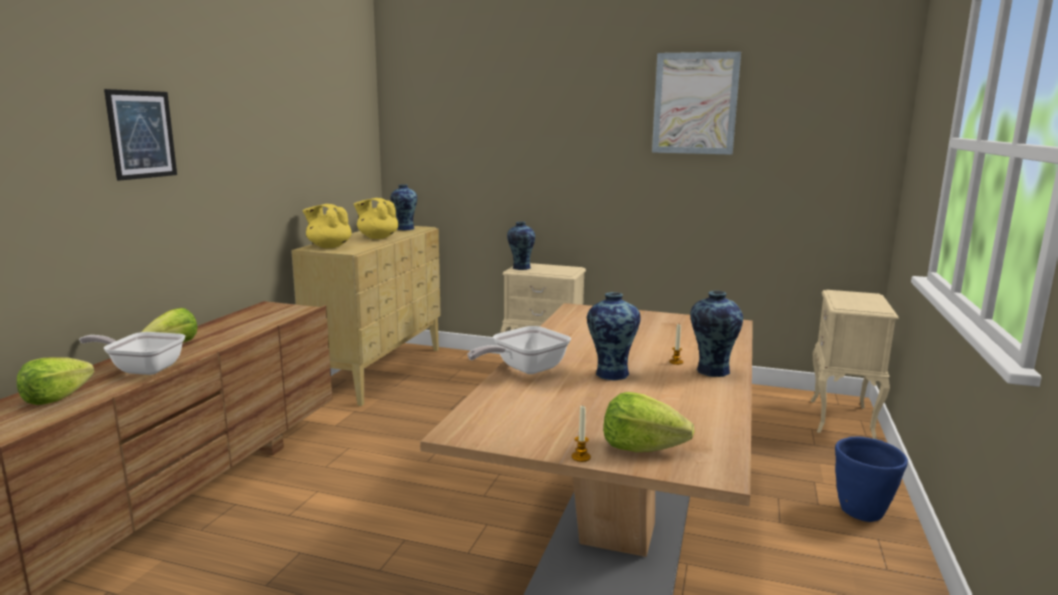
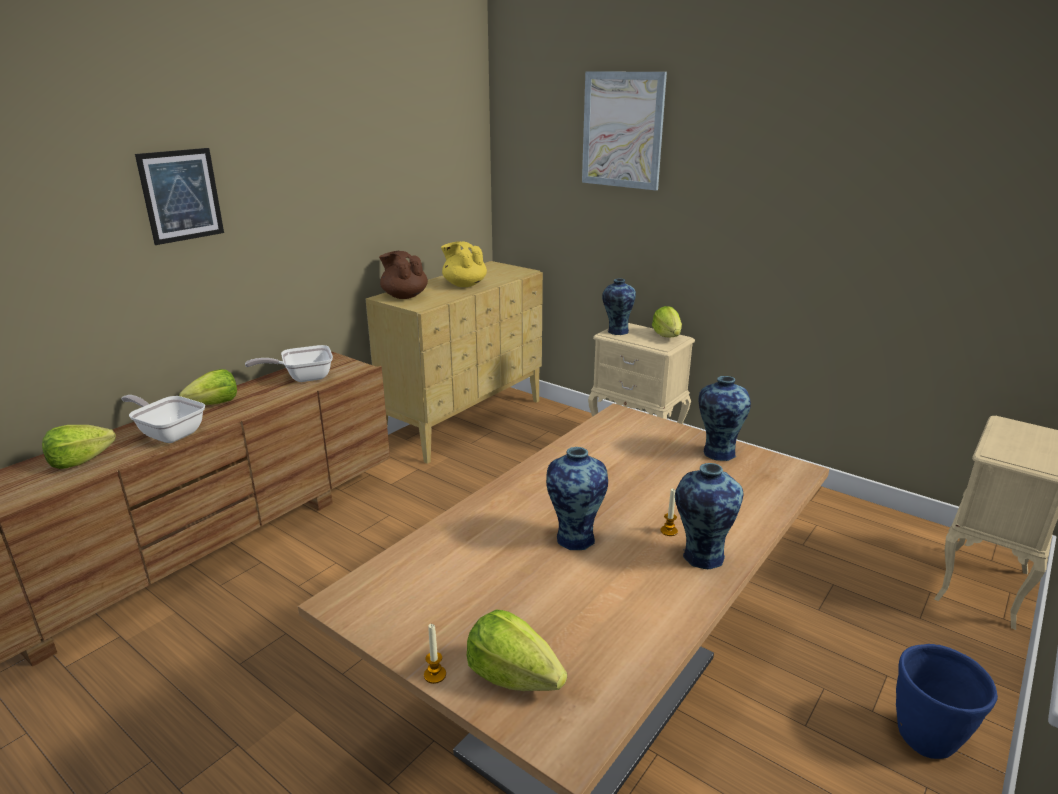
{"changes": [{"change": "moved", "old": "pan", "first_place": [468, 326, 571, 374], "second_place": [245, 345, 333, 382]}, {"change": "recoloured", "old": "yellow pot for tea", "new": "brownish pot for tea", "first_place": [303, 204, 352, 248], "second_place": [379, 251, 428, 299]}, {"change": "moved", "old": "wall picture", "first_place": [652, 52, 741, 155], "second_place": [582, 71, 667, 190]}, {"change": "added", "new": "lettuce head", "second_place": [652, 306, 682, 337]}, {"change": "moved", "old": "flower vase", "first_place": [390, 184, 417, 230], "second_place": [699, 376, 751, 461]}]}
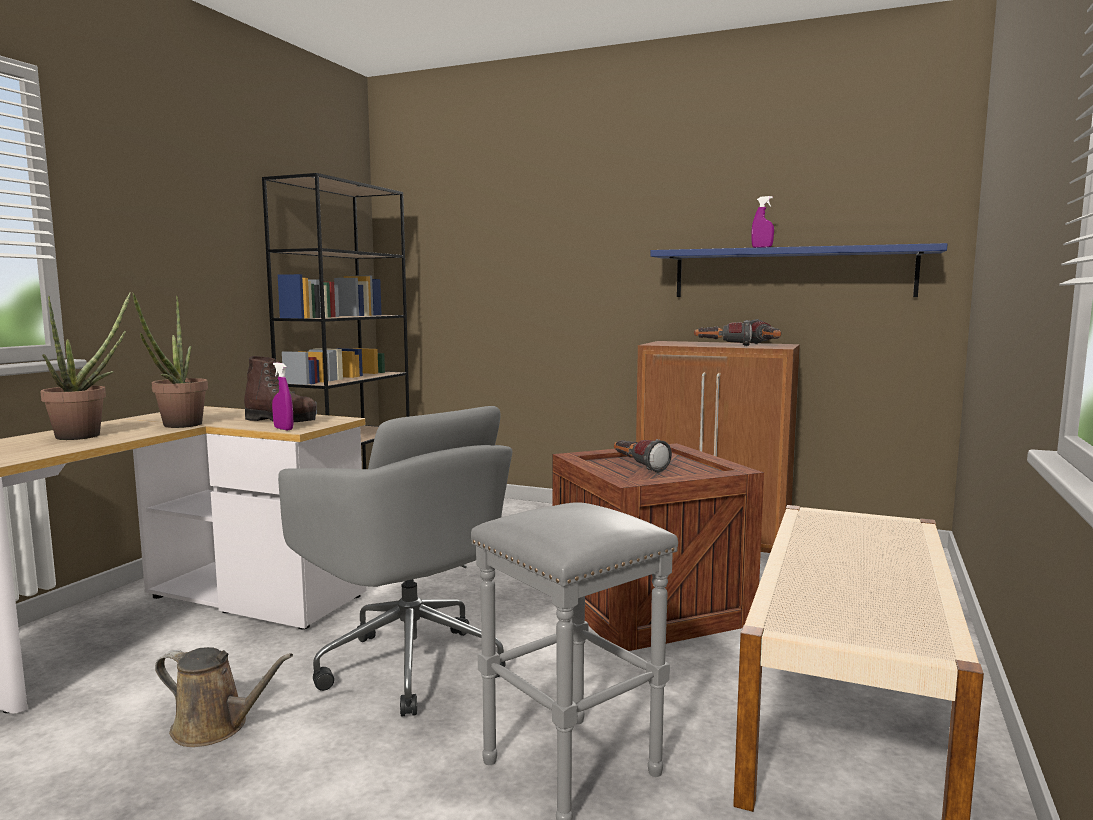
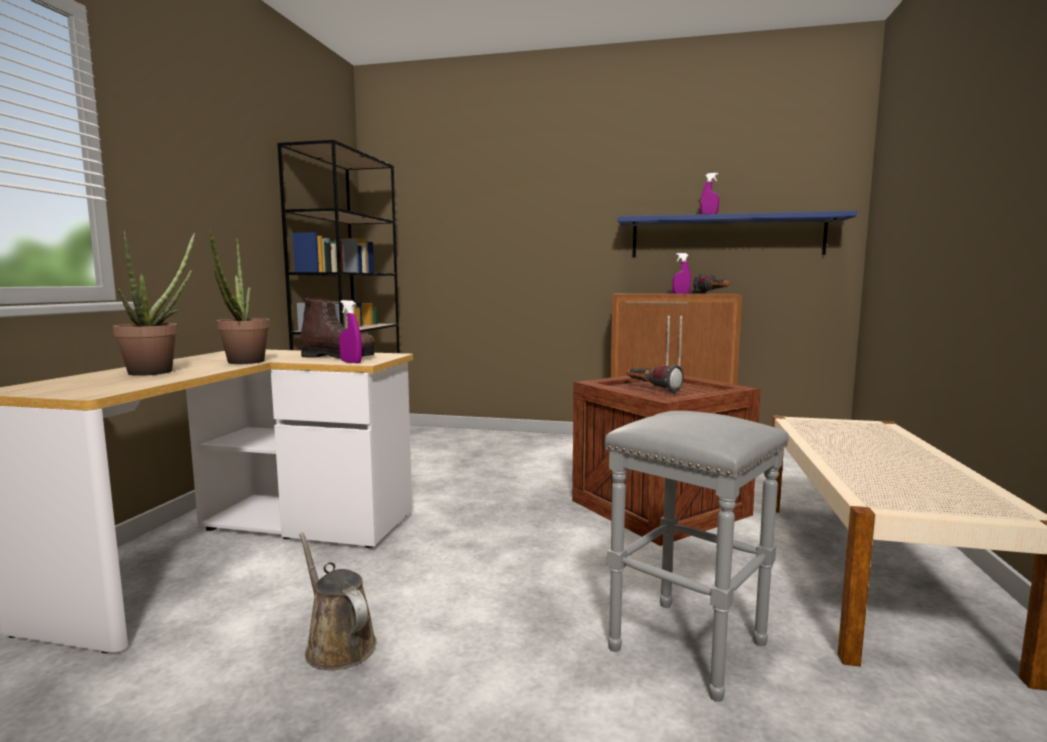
{"changes": [{"change": "turned", "old": "brownish sprinkling can", "first_place": [155, 647, 293, 747], "second_place": [299, 532, 376, 670], "degrees": -135}, {"change": "replaced", "old": "hand torch", "new": "purple-coloured sprayer", "first_place": [694, 320, 752, 346], "second_place": [673, 253, 691, 294]}, {"change": "removed", "old": "gray desk chair", "first_place": [278, 406, 512, 716]}]}
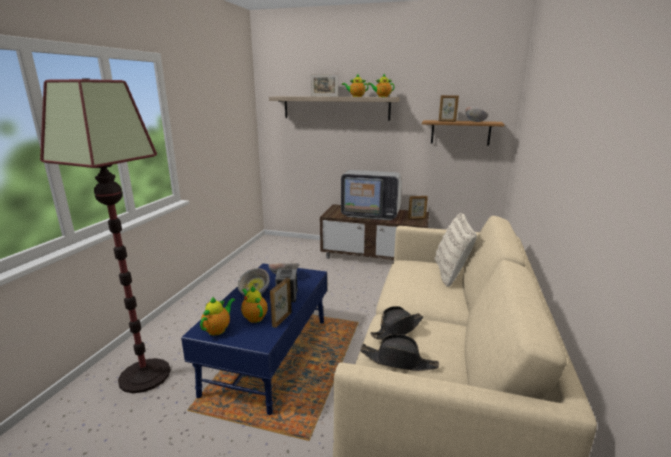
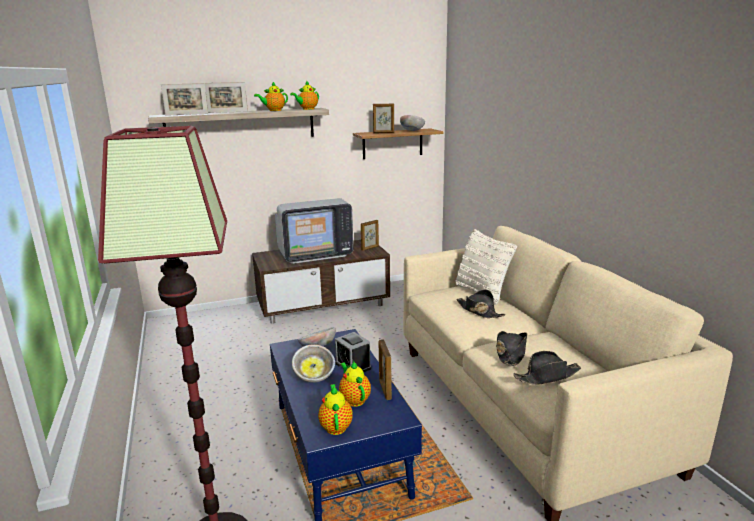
{"changes": [{"change": "added", "new": "picture frame", "second_place": [161, 83, 208, 116]}, {"change": "turned", "old": "pot for tea", "first_place": [241, 285, 267, 323], "second_place": [339, 361, 371, 407], "degrees": 45}, {"change": "added", "new": "black hat", "second_place": [457, 289, 506, 318]}]}
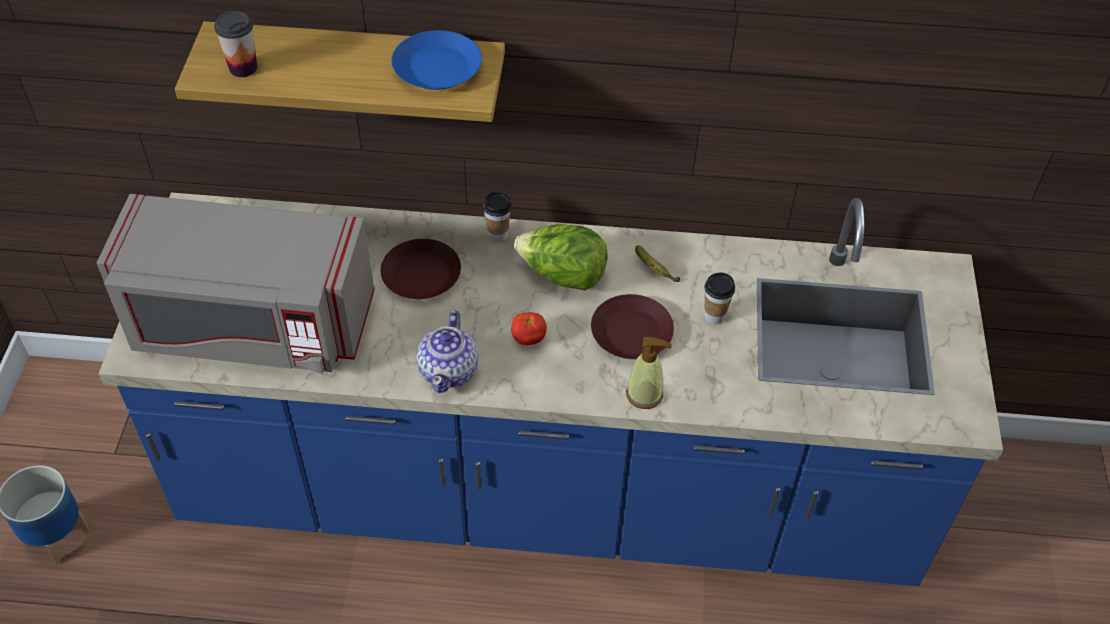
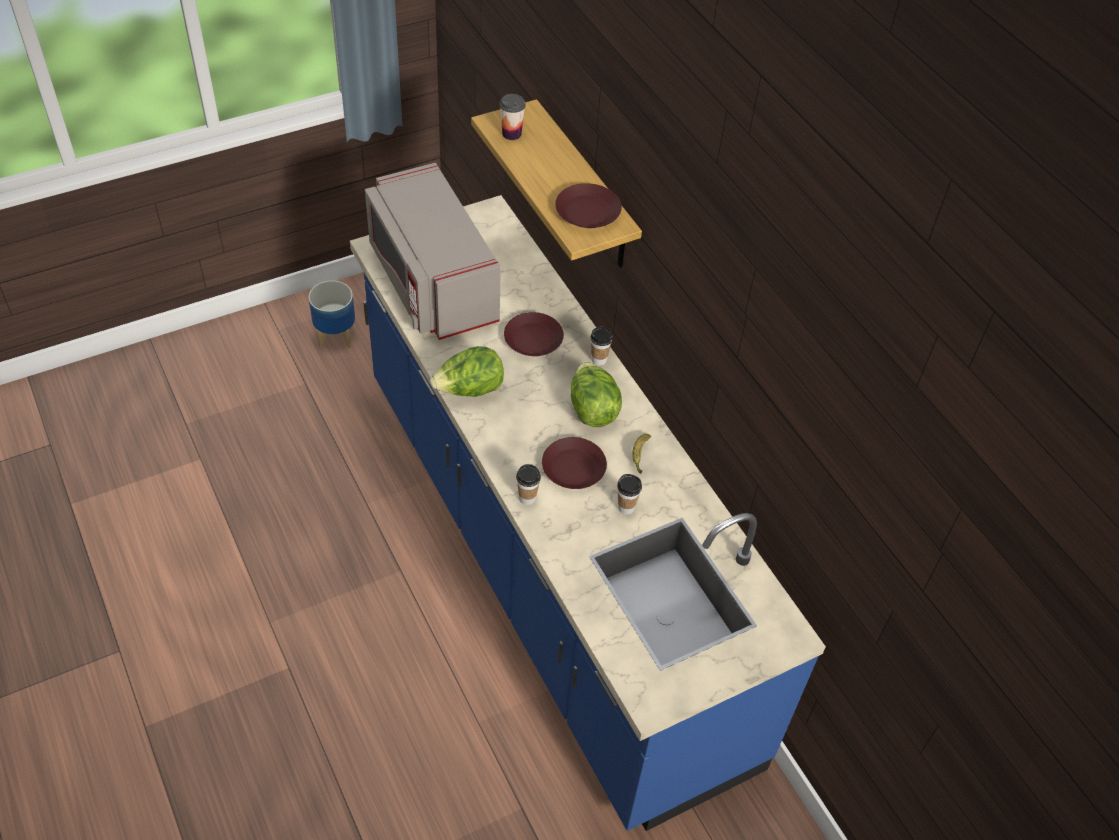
{"changes": [{"change": "replaced", "old": "pot for tea", "new": "lettuce head", "first_place": [417, 310, 478, 393], "second_place": [430, 346, 504, 397]}, {"change": "replaced", "old": "liquid soap bottle", "new": "small cup", "first_place": [626, 337, 672, 409], "second_place": [516, 464, 541, 505]}, {"change": "recoloured", "old": "bluish flat dish", "new": "brownish flat dish", "first_place": [391, 30, 482, 90], "second_place": [555, 183, 622, 228]}, {"change": "removed", "old": "fresh tomato", "first_place": [511, 312, 547, 346]}]}
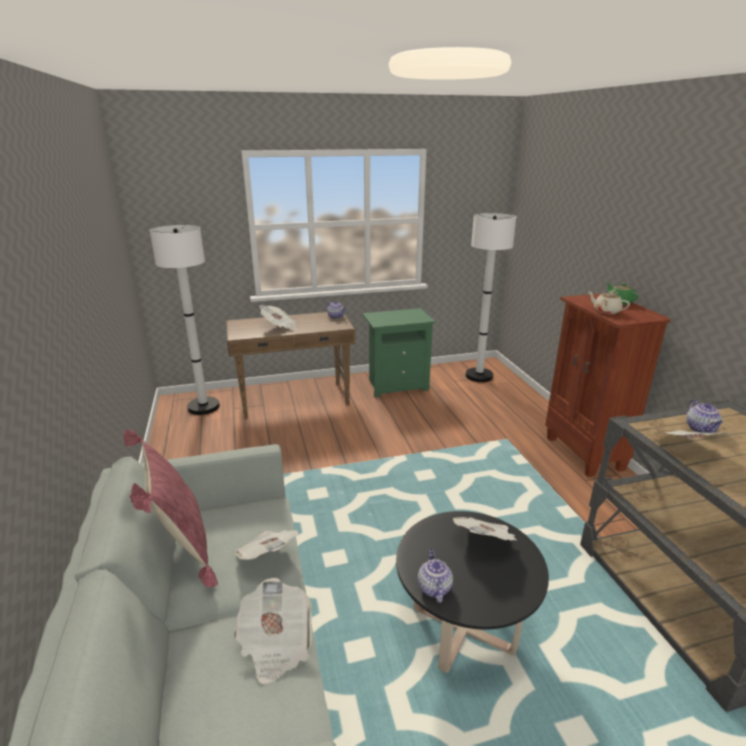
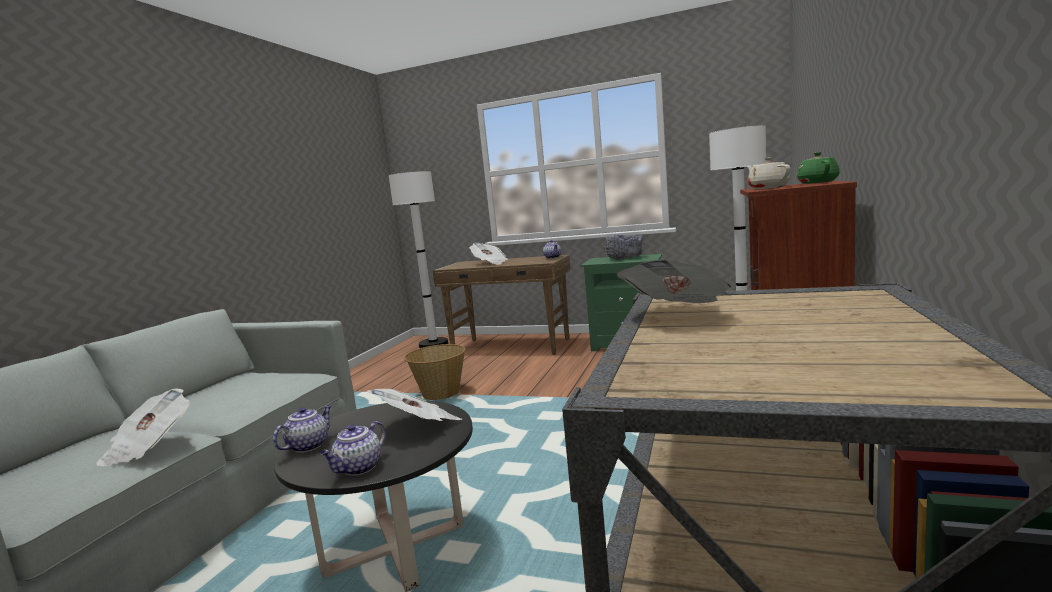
{"changes": [{"change": "moved", "old": "pot for tea", "first_place": [686, 399, 723, 433], "second_place": [320, 421, 386, 475]}, {"change": "added", "new": "storage basket", "second_place": [404, 344, 465, 400]}, {"change": "added", "new": "gray bowl", "second_place": [604, 234, 643, 260]}, {"change": "removed", "old": "red-coloured pillow", "first_place": [123, 428, 218, 588]}, {"change": "removed", "old": "daily paper", "first_place": [235, 530, 299, 560]}]}
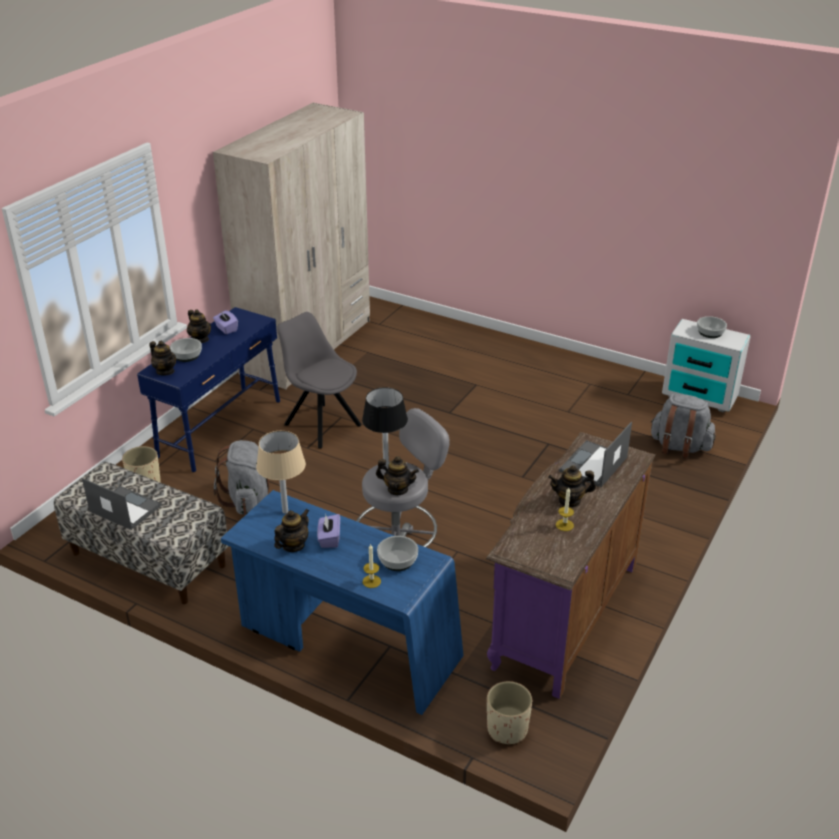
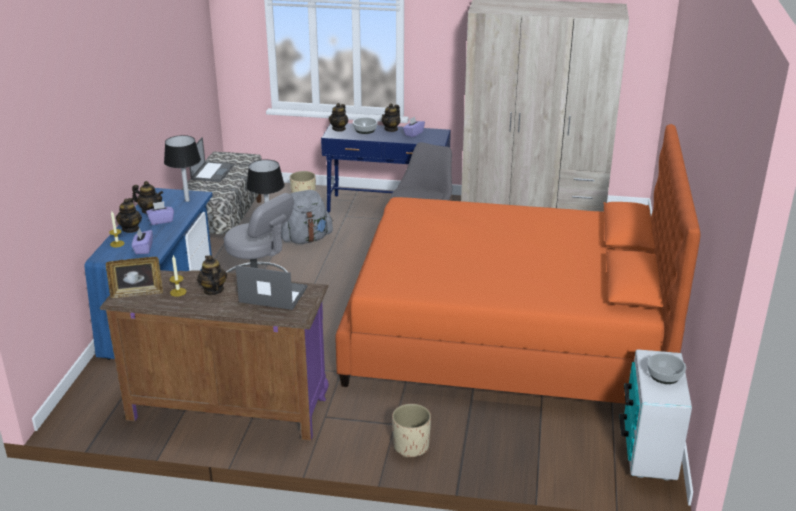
{"changes": [{"change": "added", "new": "picture frame", "second_place": [106, 257, 163, 298]}, {"change": "moved", "old": "pot for tea", "first_place": [376, 456, 419, 495], "second_place": [116, 198, 142, 233]}, {"change": "replaced", "old": "bowl", "new": "purple-coloured box of tissues", "first_place": [377, 536, 418, 571], "second_place": [132, 228, 153, 254]}, {"change": "recoloured", "old": "beige table lamp", "new": "black table lamp", "first_place": [256, 431, 306, 514], "second_place": [164, 135, 201, 202]}, {"change": "added", "new": "orange sleeping bed", "second_place": [336, 124, 700, 404]}, {"change": "moved", "old": "beige plant pot", "first_place": [487, 681, 532, 744], "second_place": [392, 404, 431, 457]}, {"change": "removed", "old": "gray knapsack", "first_place": [650, 394, 715, 459]}]}
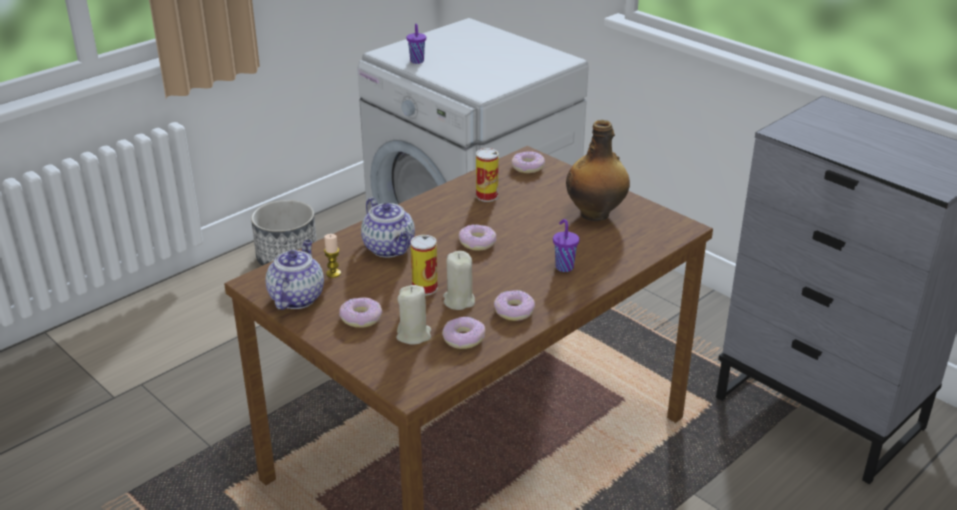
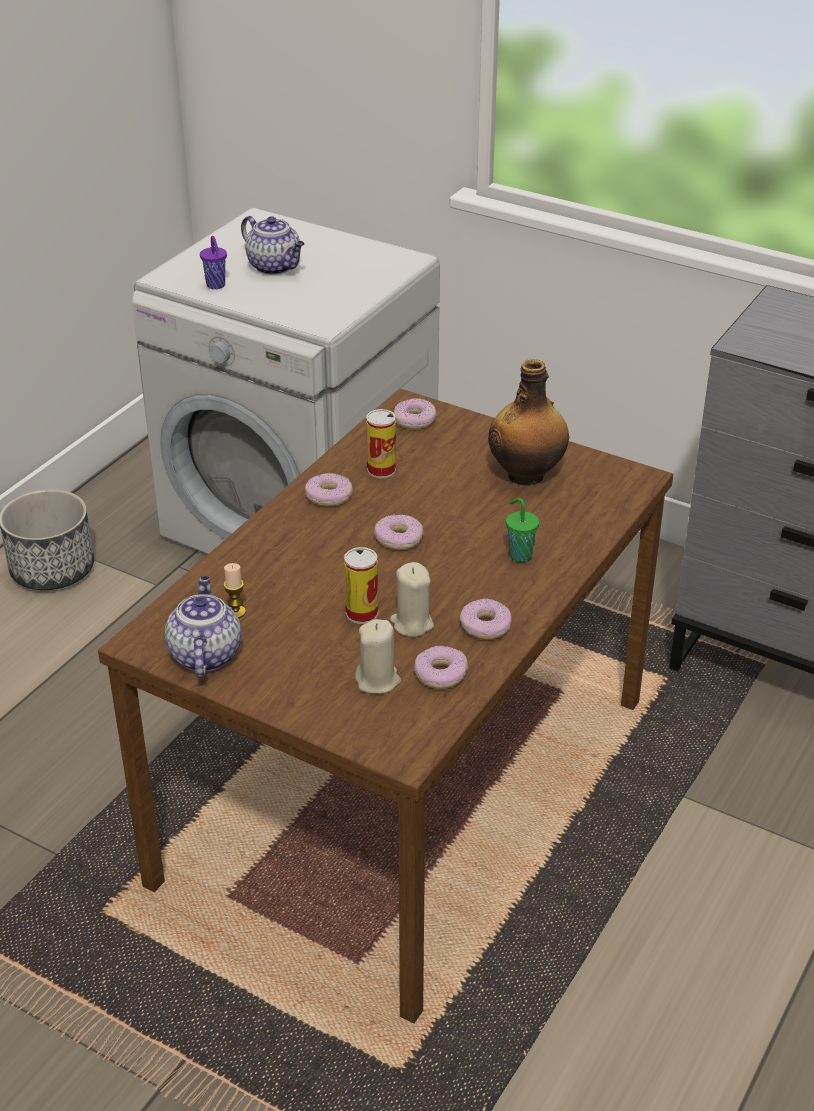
{"changes": [{"change": "moved", "old": "pot for tea", "first_place": [361, 197, 415, 257], "second_place": [241, 216, 305, 275]}, {"change": "moved", "old": "ring doughnut", "first_place": [339, 297, 382, 328], "second_place": [305, 473, 353, 507]}, {"change": "recoloured", "old": "purple-coloured small cup", "new": "green-coloured small cup", "first_place": [553, 219, 579, 272], "second_place": [506, 498, 539, 562]}]}
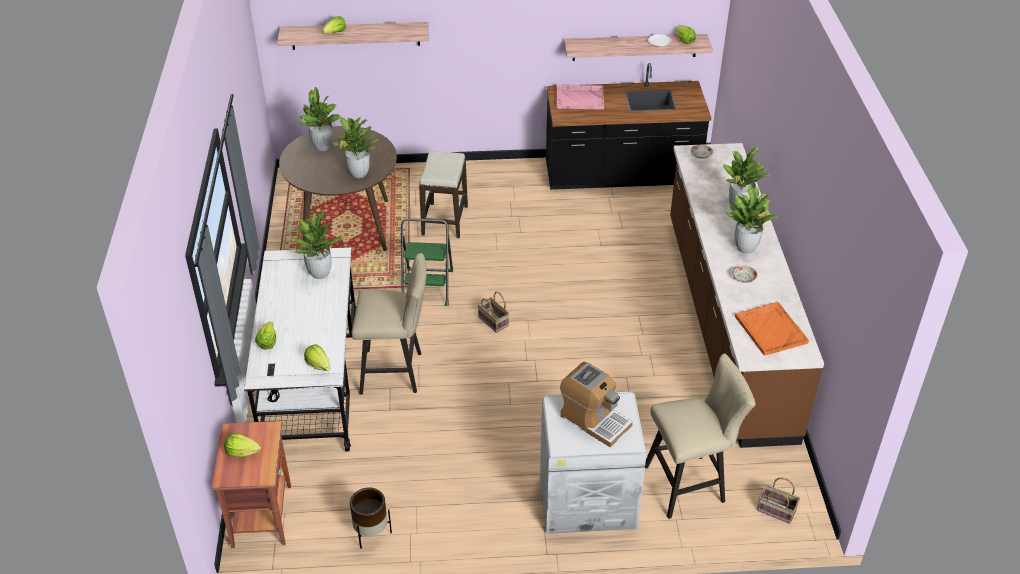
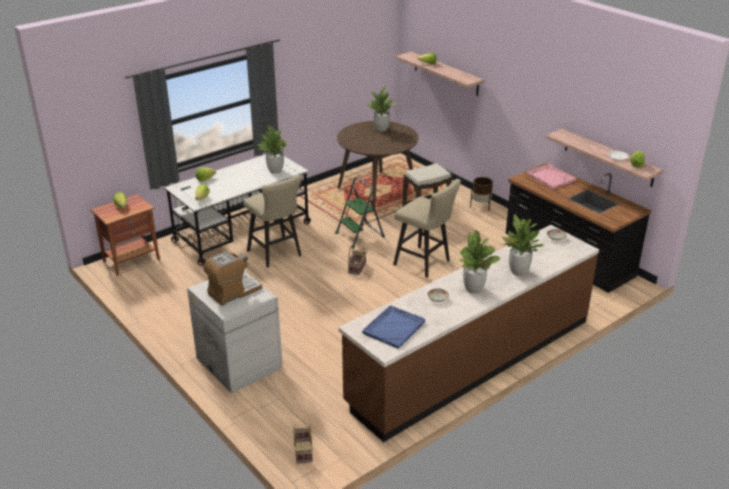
{"changes": [{"change": "turned", "old": "coffee machine", "first_place": [560, 362, 633, 447], "second_place": [203, 251, 262, 306], "degrees": -135}, {"change": "recoloured", "old": "orange carrying tray", "new": "bluish carrying tray", "first_place": [735, 302, 809, 356], "second_place": [362, 305, 425, 349]}, {"change": "moved", "old": "beige stool", "first_place": [645, 353, 756, 519], "second_place": [393, 179, 461, 278]}, {"change": "moved", "old": "brownish plant pot", "first_place": [350, 487, 392, 548], "second_place": [470, 177, 493, 211]}, {"change": "removed", "old": "houseplant", "first_place": [333, 116, 379, 178]}]}
